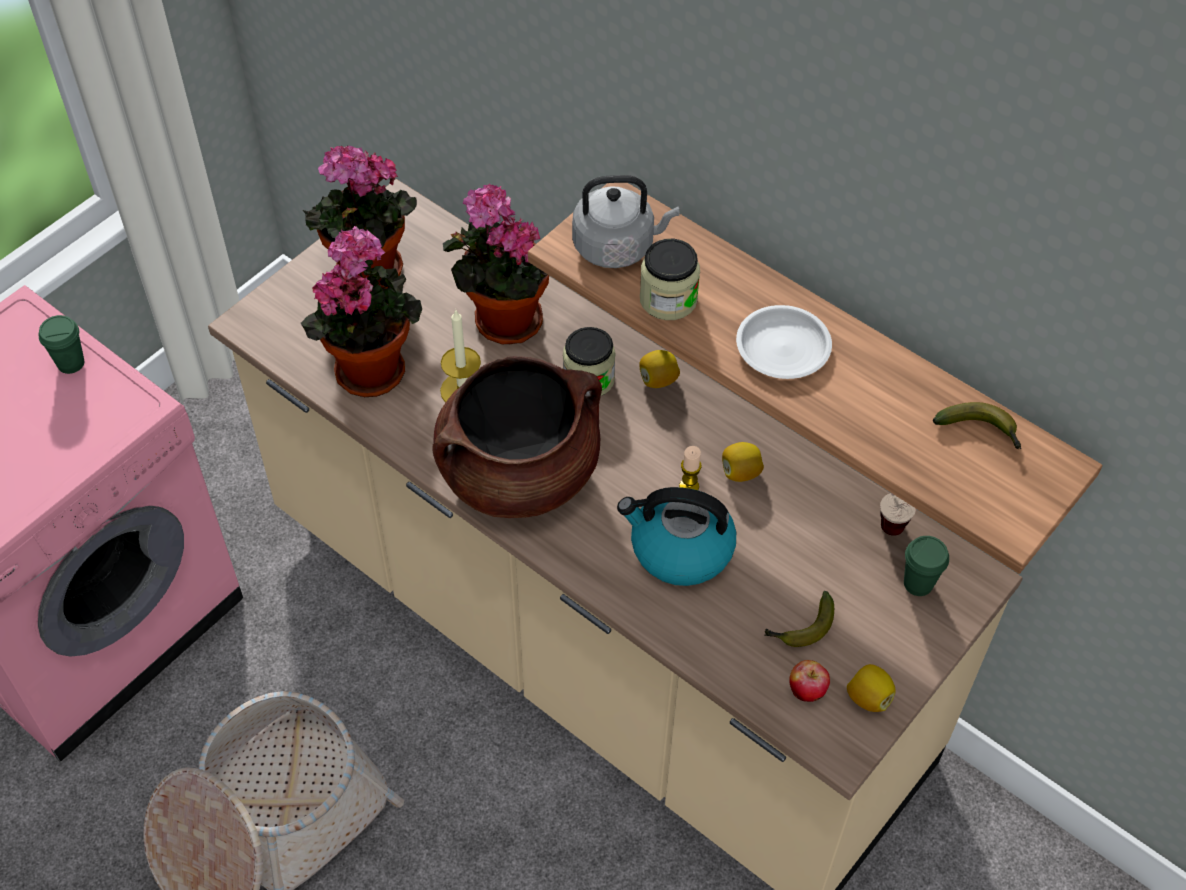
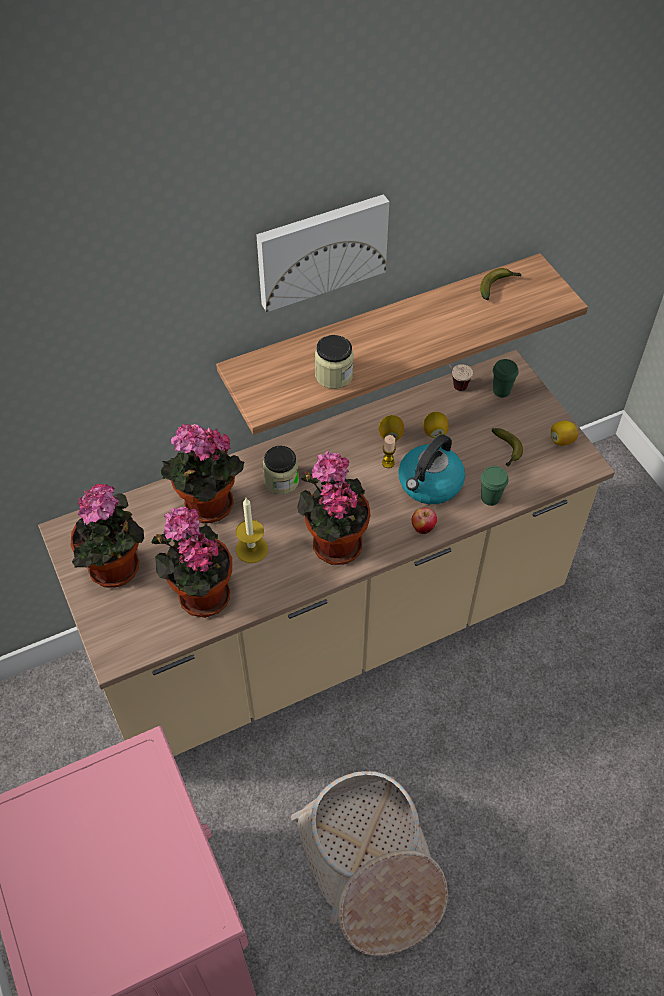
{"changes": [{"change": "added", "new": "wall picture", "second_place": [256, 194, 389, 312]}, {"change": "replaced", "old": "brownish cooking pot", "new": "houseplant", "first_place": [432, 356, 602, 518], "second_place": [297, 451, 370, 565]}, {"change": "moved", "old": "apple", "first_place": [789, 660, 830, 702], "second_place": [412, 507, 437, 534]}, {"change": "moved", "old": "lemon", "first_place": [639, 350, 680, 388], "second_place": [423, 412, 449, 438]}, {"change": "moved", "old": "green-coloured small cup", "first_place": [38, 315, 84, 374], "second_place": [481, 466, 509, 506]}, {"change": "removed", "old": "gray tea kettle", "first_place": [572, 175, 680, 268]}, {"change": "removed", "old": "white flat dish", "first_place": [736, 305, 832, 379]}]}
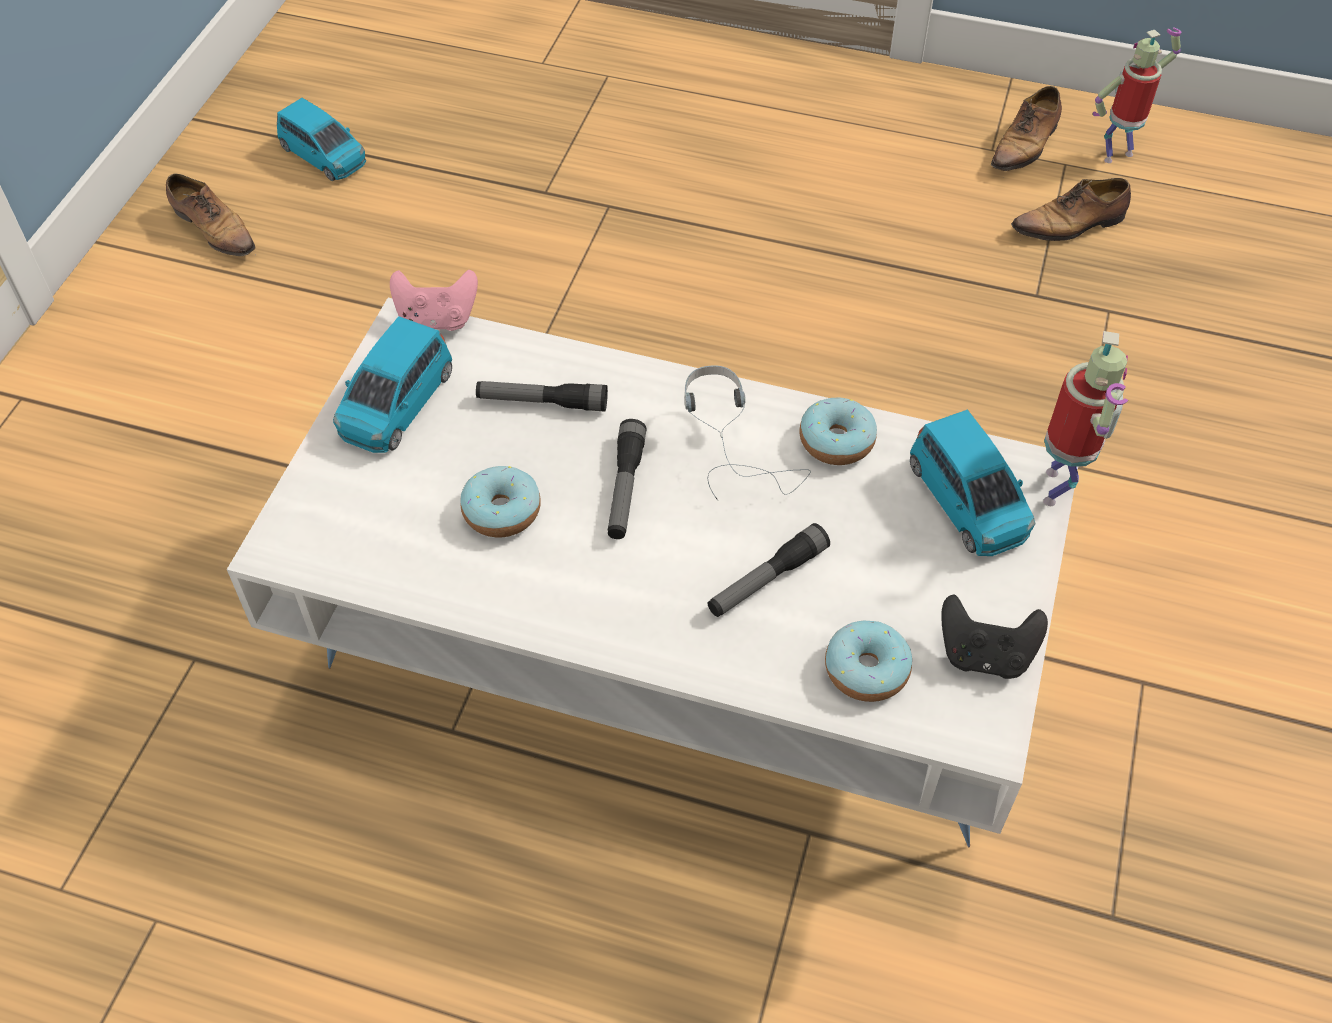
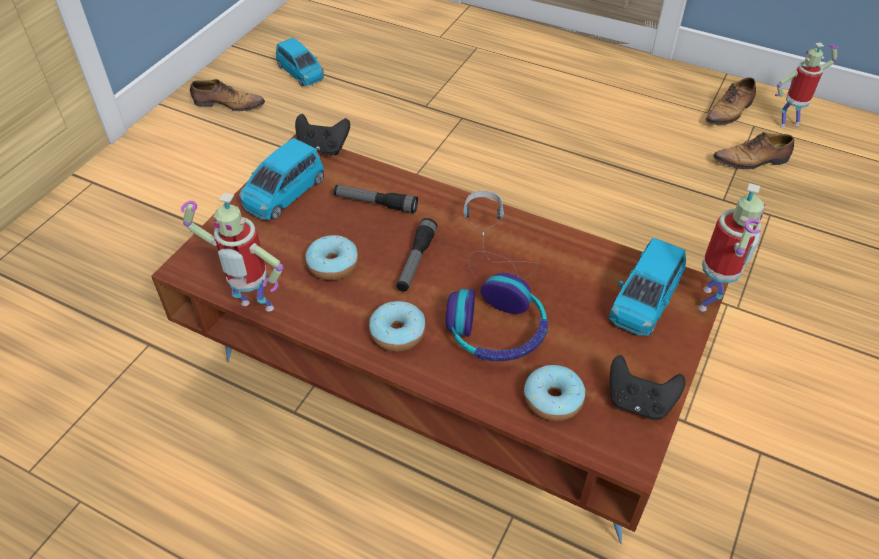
{"changes": [{"change": "recoloured", "old": "white lounge table", "new": "brownish lounge table", "first_place": [227, 298, 1078, 847], "second_place": [151, 134, 729, 544]}, {"change": "added", "new": "model robot", "second_place": [181, 193, 283, 312]}, {"change": "turned", "old": "low shoe", "first_place": [166, 173, 256, 256], "second_place": [190, 79, 265, 111], "degrees": -45}, {"change": "recoloured", "old": "pink-coloured joypad", "new": "black joypad", "first_place": [390, 270, 478, 331], "second_place": [295, 114, 350, 155]}, {"change": "moved", "old": "ring doughnut", "first_place": [799, 398, 877, 465], "second_place": [369, 301, 426, 351]}, {"change": "replaced", "old": "hand torch", "new": "headset", "first_place": [707, 523, 830, 617], "second_place": [446, 273, 549, 361]}, {"change": "turned", "old": "bluish miniature car", "first_place": [910, 409, 1035, 556], "second_place": [609, 237, 686, 336], "degrees": 45}]}
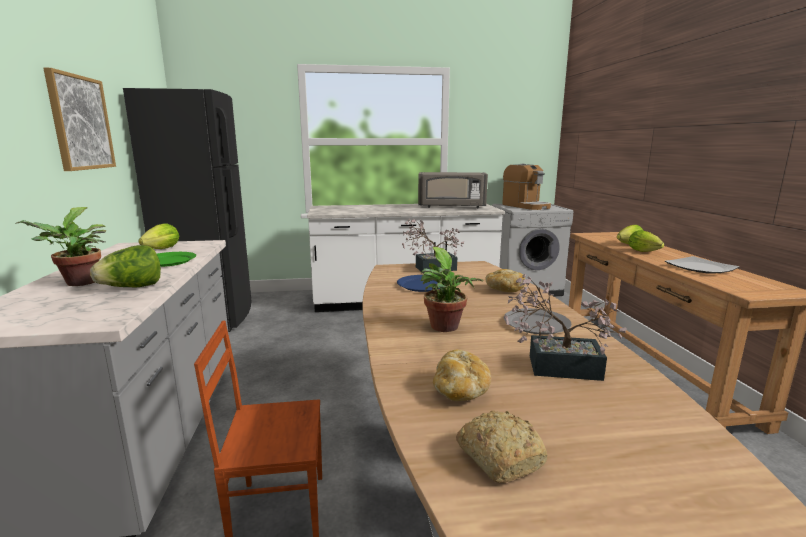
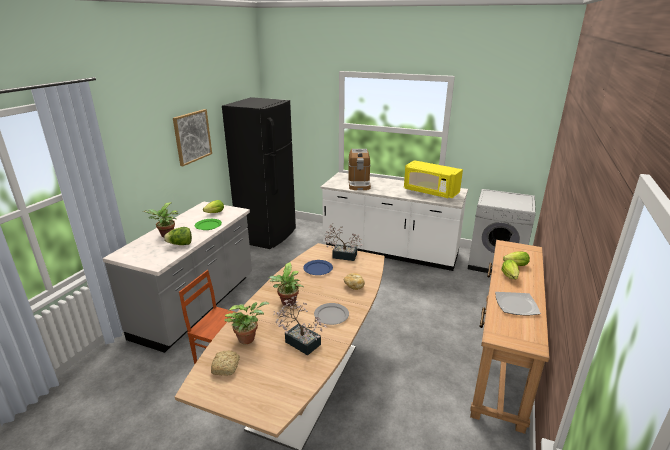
{"changes": [{"change": "replaced", "old": "baked bread", "new": "houseplant", "first_place": [433, 349, 491, 401], "second_place": [224, 301, 269, 344]}, {"change": "moved", "old": "coffee machine", "first_place": [502, 164, 551, 210], "second_place": [348, 149, 371, 190]}, {"change": "recoloured", "old": "gray microwave oven", "new": "yellow microwave oven", "first_place": [418, 172, 488, 208], "second_place": [404, 160, 463, 198]}]}
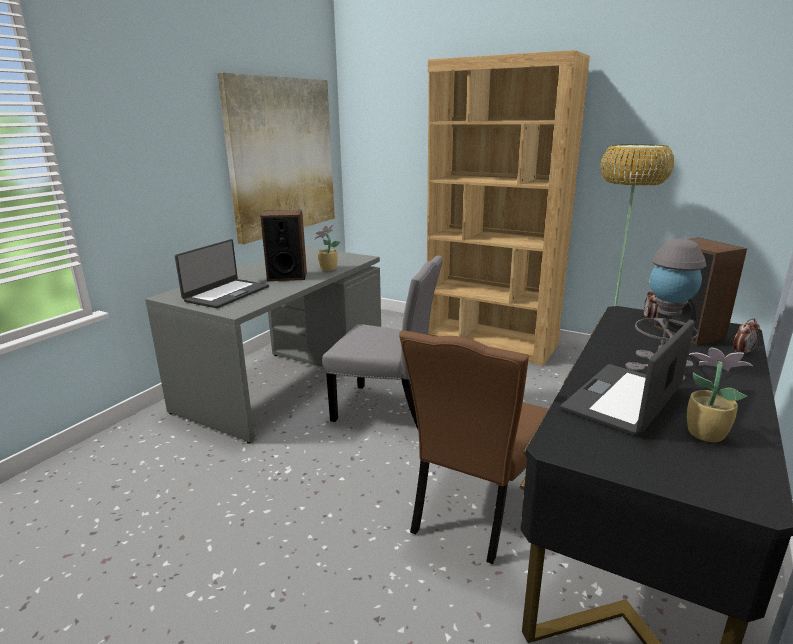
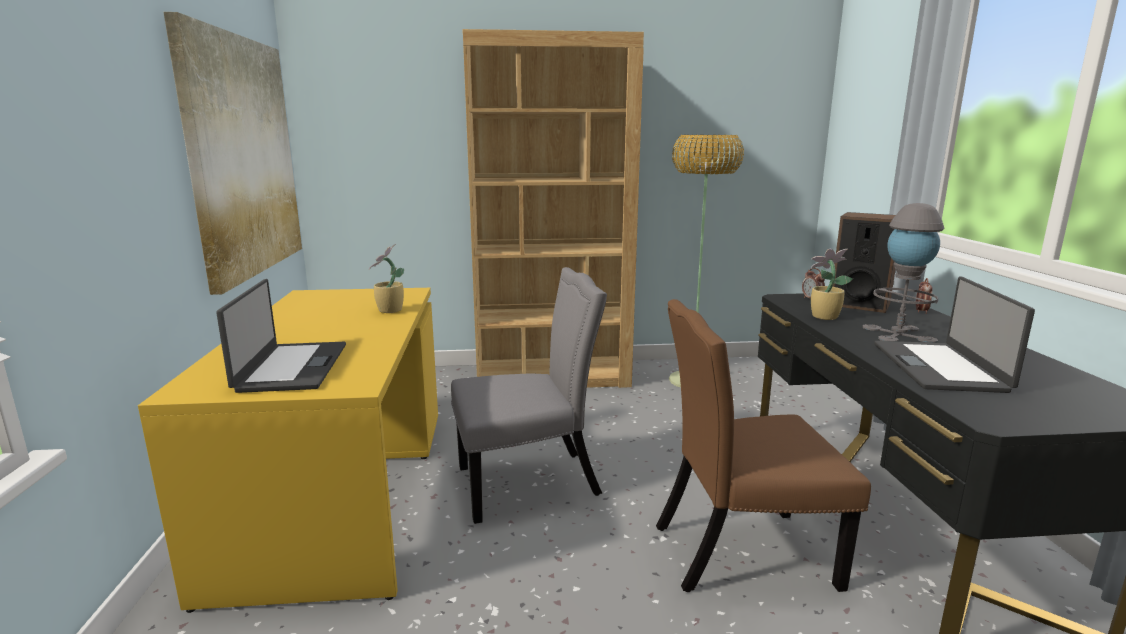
{"changes": [{"change": "recoloured", "old": "gray desk table", "new": "yellow desk table", "first_place": [145, 247, 381, 444], "second_place": [138, 288, 438, 613]}, {"change": "turned", "old": "brownish chair", "first_place": [399, 330, 549, 564], "second_place": [656, 299, 871, 592], "degrees": 90}, {"change": "moved", "old": "houseplant", "first_place": [687, 348, 753, 442], "second_place": [811, 249, 853, 320]}, {"change": "removed", "old": "speaker", "first_place": [260, 210, 307, 281]}]}
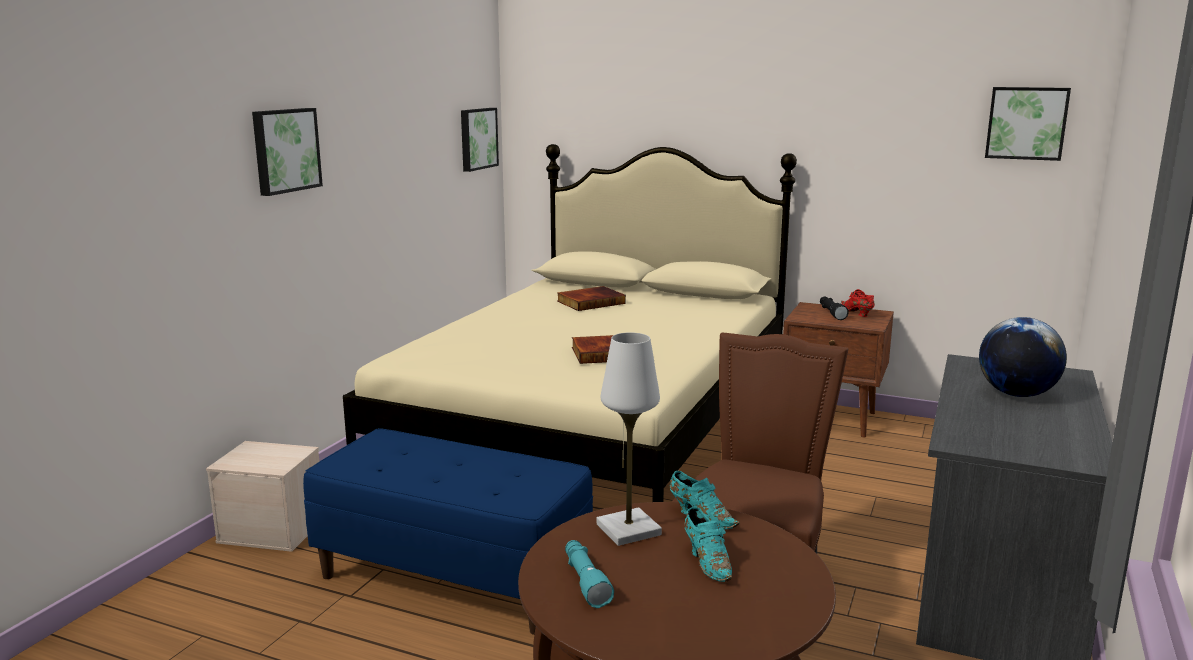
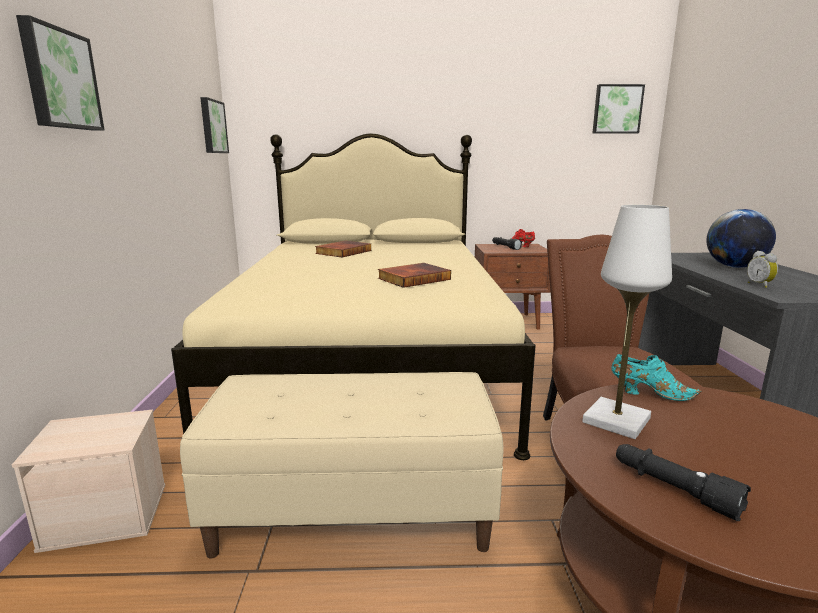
{"changes": [{"change": "recoloured", "old": "bluish bench", "new": "beige bench", "first_place": [303, 428, 593, 635], "second_place": [180, 372, 503, 558]}, {"change": "recoloured", "old": "turquoise-coloured hand torch", "new": "black hand torch", "first_place": [565, 540, 614, 608], "second_place": [616, 444, 751, 521]}, {"change": "added", "new": "alarm clock", "second_place": [747, 251, 778, 288]}, {"change": "removed", "old": "turquoise-coloured low shoe", "first_place": [684, 507, 732, 582]}]}
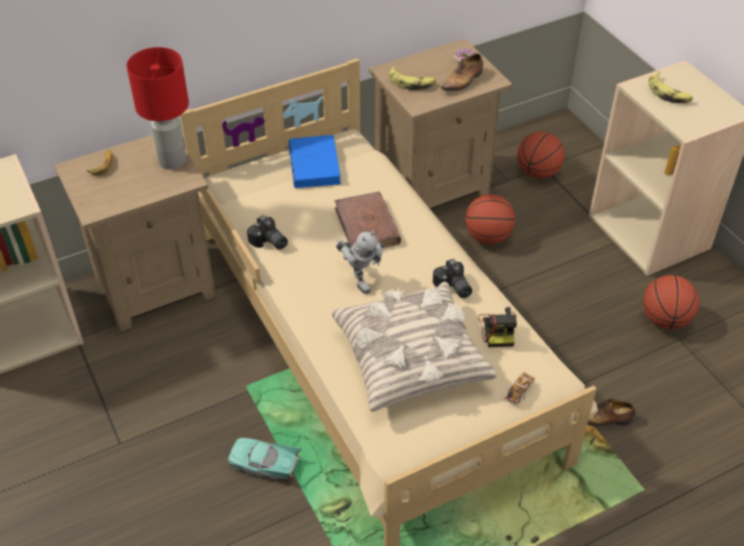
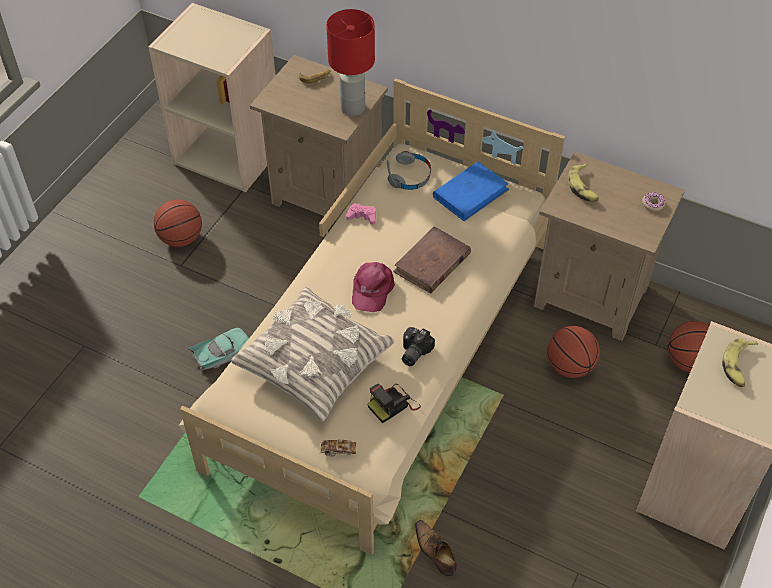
{"changes": [{"change": "moved", "old": "basketball ball", "first_place": [643, 275, 699, 329], "second_place": [154, 199, 202, 247]}, {"change": "turned", "old": "turquoise-coloured miniature car", "first_place": [228, 438, 302, 480], "second_place": [187, 328, 249, 370], "degrees": 75}, {"change": "replaced", "old": "photo camera", "new": "pink-coloured joypad", "first_place": [247, 215, 288, 250], "second_place": [346, 203, 376, 225]}, {"change": "replaced", "old": "model robot", "new": "pink-coloured peaked cap", "first_place": [336, 231, 384, 294], "second_place": [352, 262, 395, 312]}, {"change": "added", "new": "gray headset", "second_place": [387, 151, 431, 190]}, {"change": "removed", "old": "low shoe", "first_place": [441, 54, 483, 92]}]}
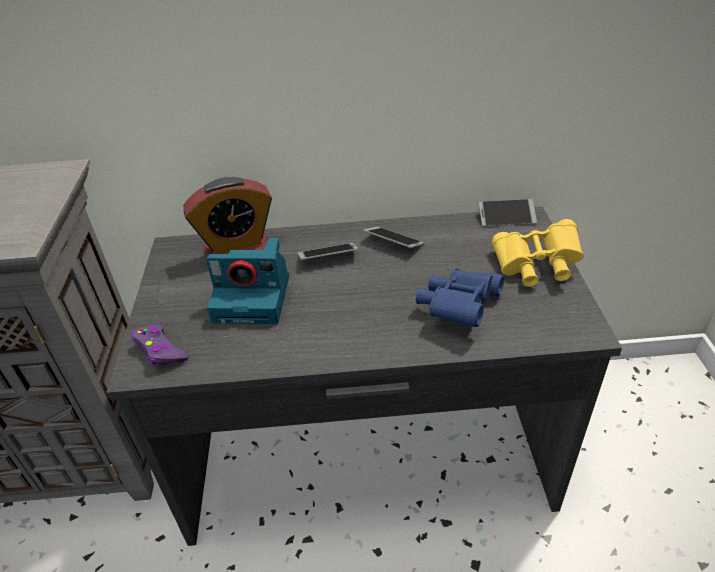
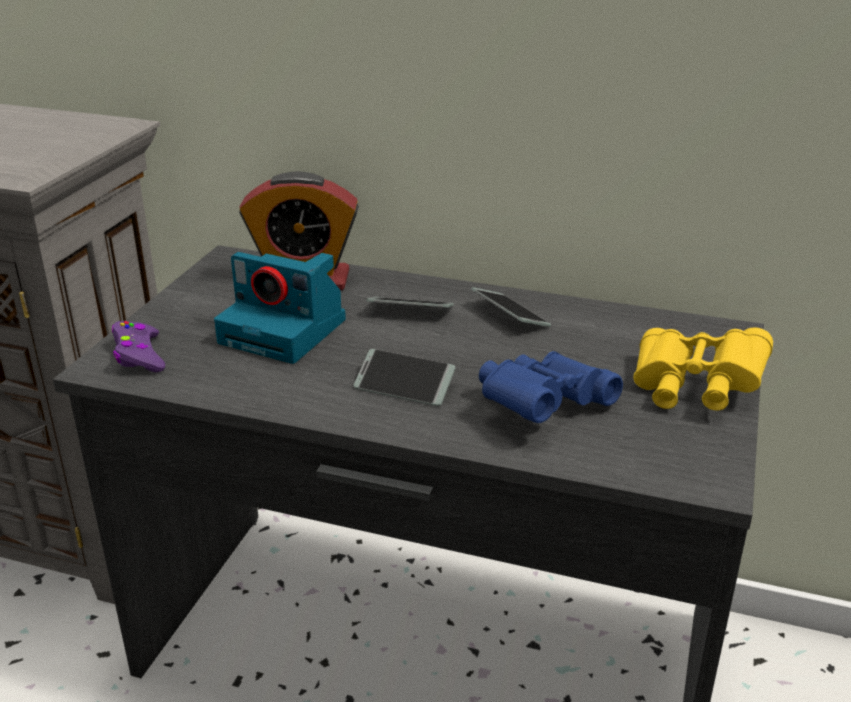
{"changes": [{"change": "moved", "old": "telephone", "first_place": [479, 199, 537, 227], "second_place": [354, 349, 456, 406]}]}
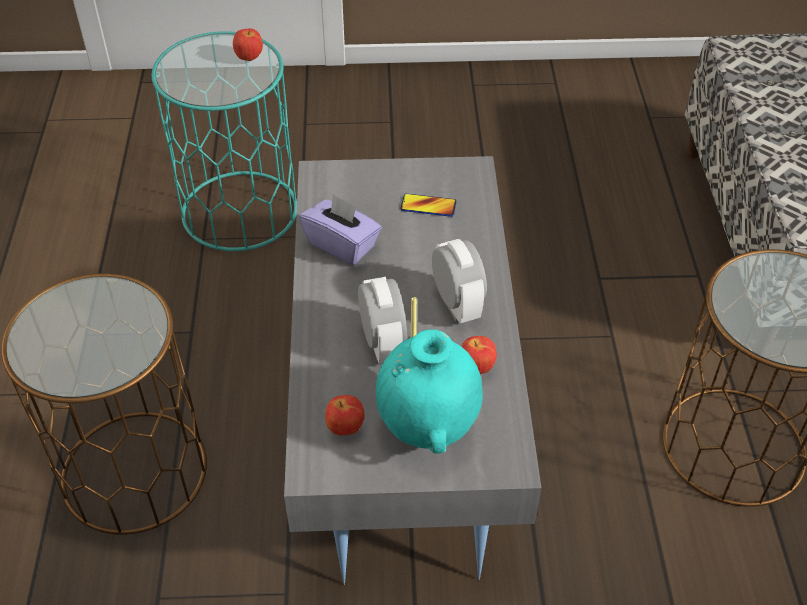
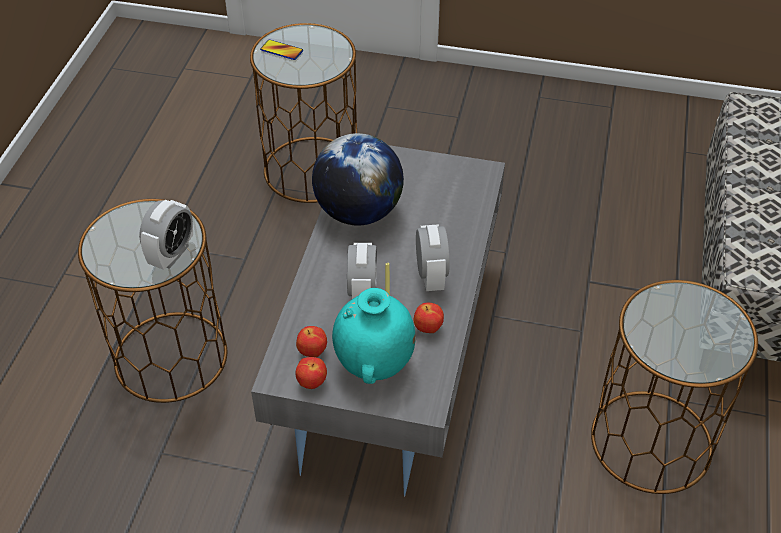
{"changes": [{"change": "added", "new": "alarm clock", "second_place": [139, 200, 193, 270]}, {"change": "recoloured", "old": "turquoise-coloured accent table", "new": "brownish accent table", "first_place": [152, 31, 297, 251], "second_place": [250, 23, 357, 203]}, {"change": "moved", "old": "telephone", "first_place": [400, 194, 457, 217], "second_place": [260, 40, 303, 60]}, {"change": "moved", "old": "apple", "first_place": [233, 29, 263, 61], "second_place": [296, 357, 327, 389]}, {"change": "replaced", "old": "purple-coloured box of tissues", "new": "desk globe", "first_place": [299, 194, 382, 265], "second_place": [312, 133, 404, 225]}]}
